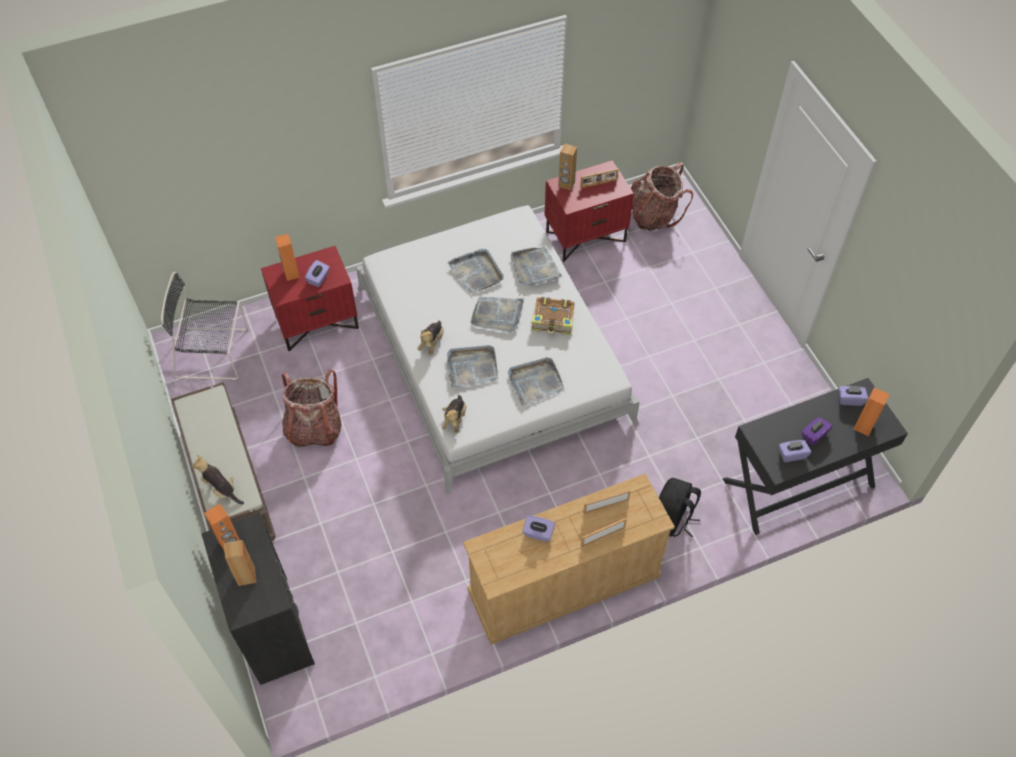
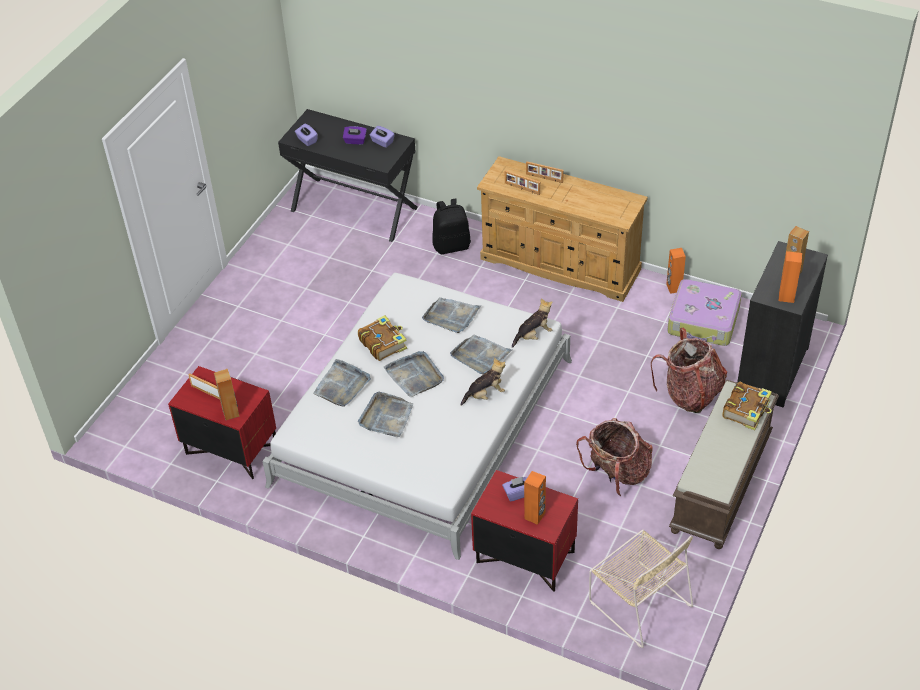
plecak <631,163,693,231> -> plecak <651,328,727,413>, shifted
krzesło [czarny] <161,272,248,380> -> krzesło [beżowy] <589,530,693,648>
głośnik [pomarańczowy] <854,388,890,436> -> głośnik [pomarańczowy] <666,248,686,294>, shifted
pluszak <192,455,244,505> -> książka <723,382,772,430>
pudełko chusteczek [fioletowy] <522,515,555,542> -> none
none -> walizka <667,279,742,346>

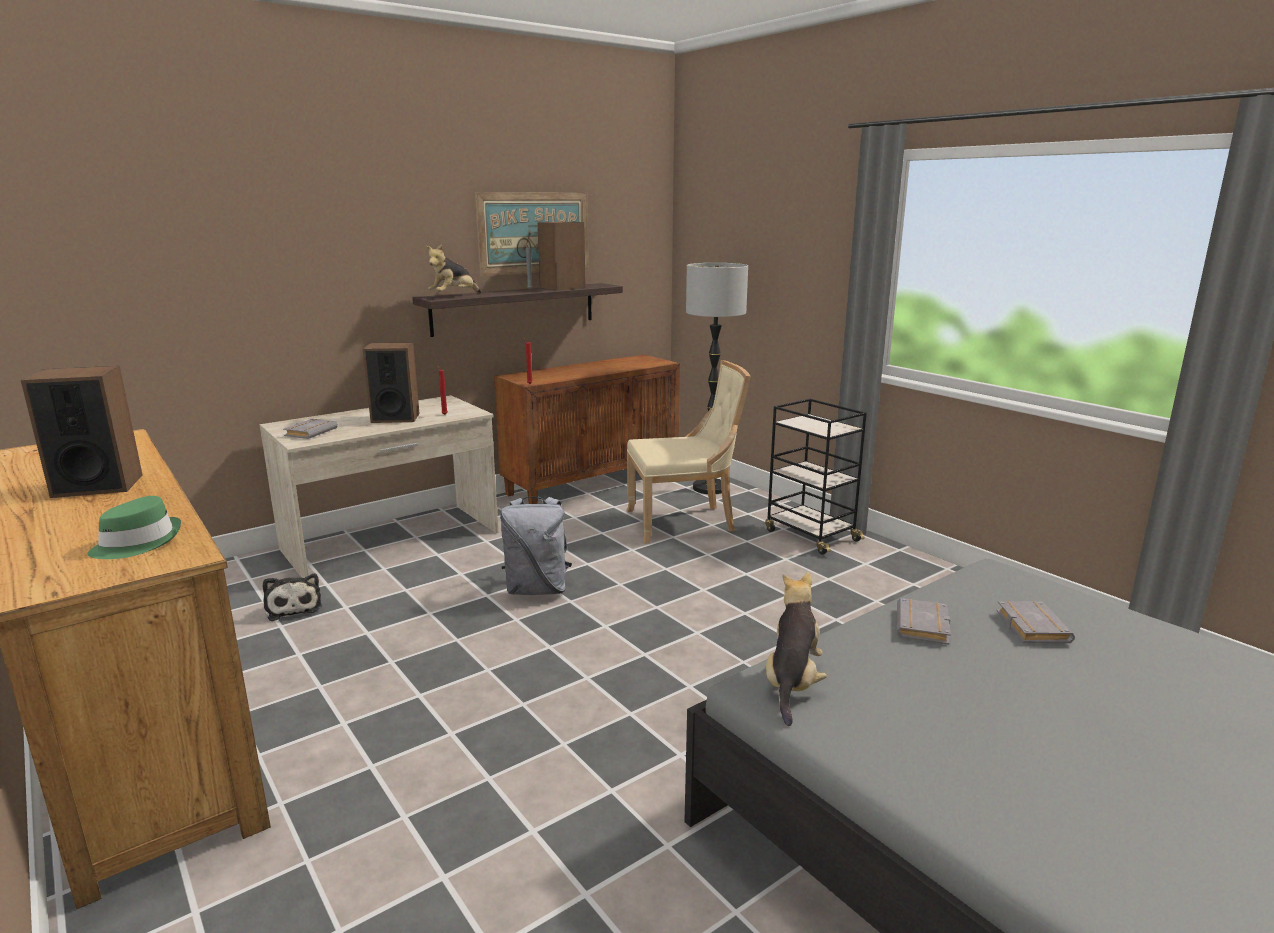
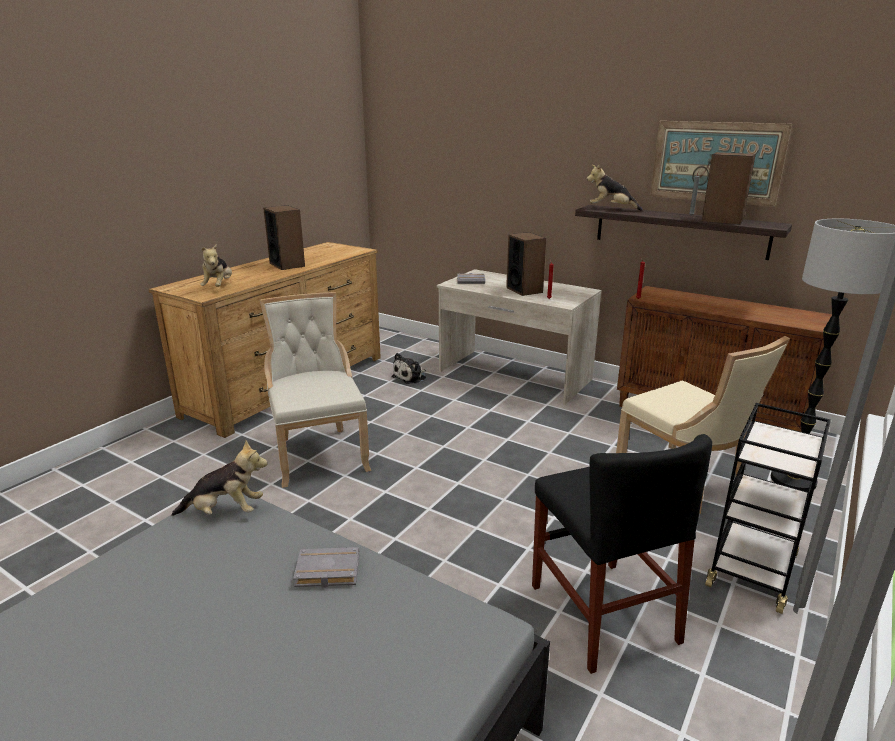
kapelusz [zielony] <87,496,181,559> -> pluszak <200,244,232,287>
plecak [szary] <500,497,572,595> -> none
książka [szary] <996,601,1075,643> -> none
none -> krzesło [beżowy] <260,292,371,488>
none -> krzesło [czarny] <532,434,712,674>

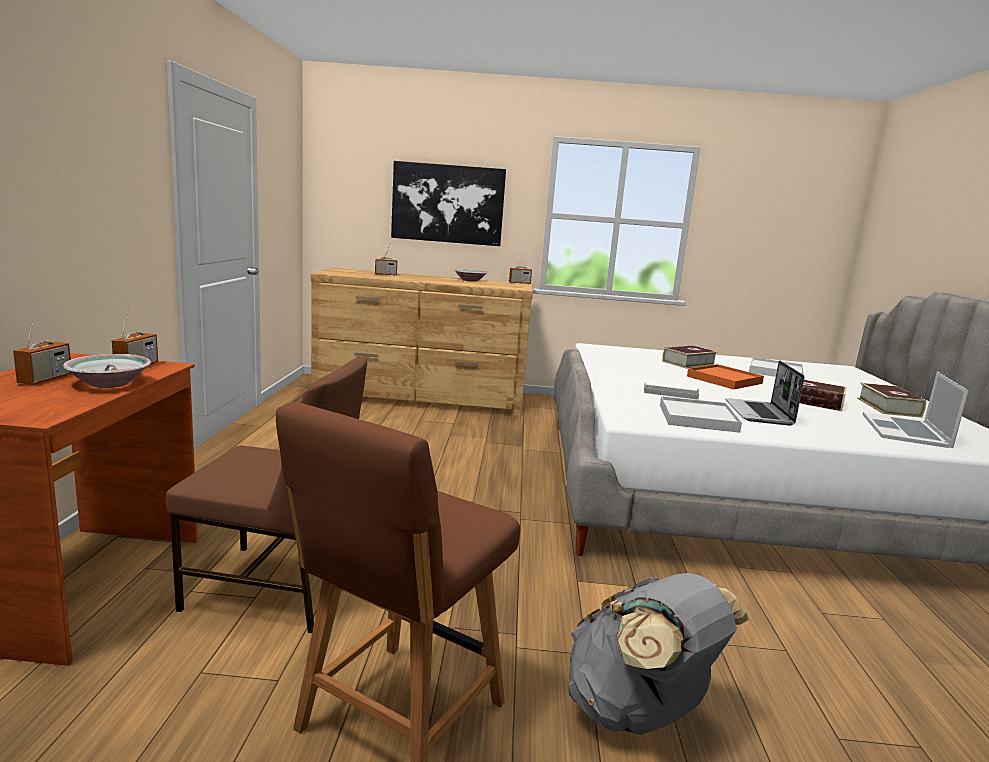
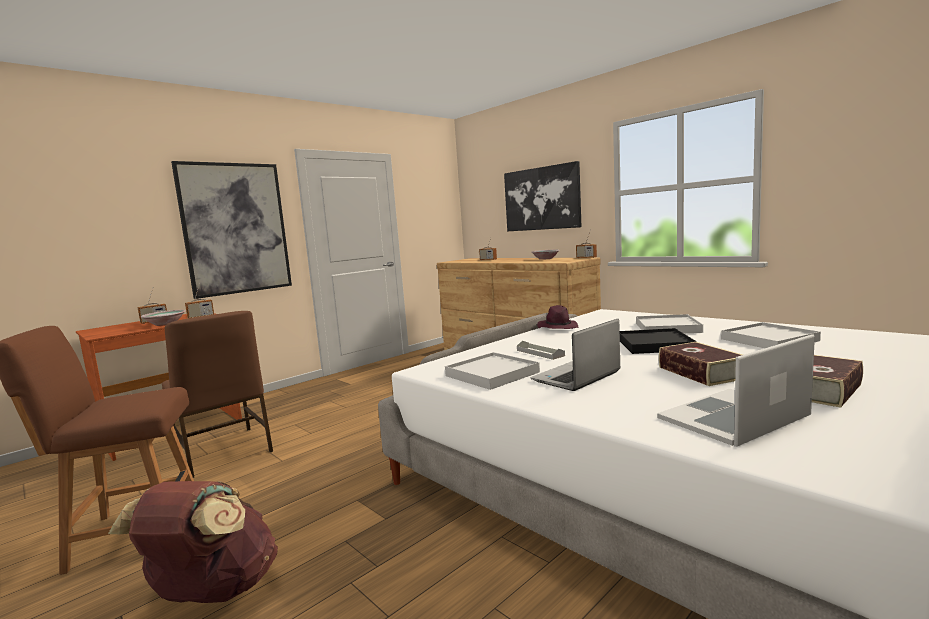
książka <662,346,718,369> -> taca [biały] <636,314,703,333>
taca [pomarańczowy] <687,364,764,389> -> taca [czarny] <620,328,697,354>
plecak [szary] <569,573,749,735> -> plecak [brązowy] <108,481,278,603>
none -> obraz <171,161,292,299>
none -> kapelusz [fioletowy] <537,305,579,329>

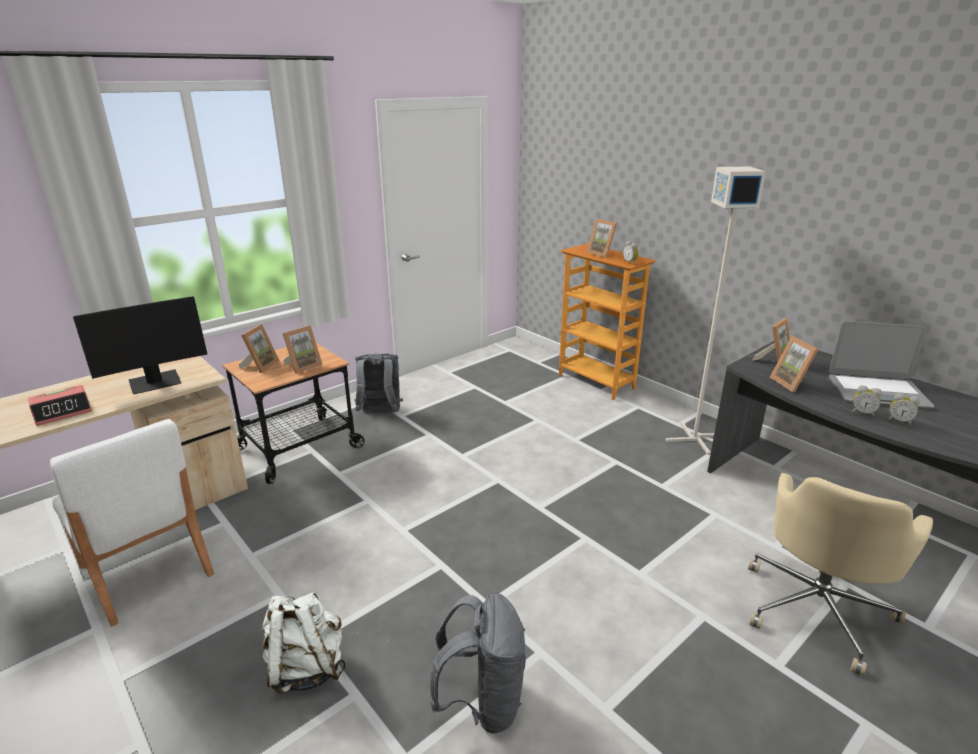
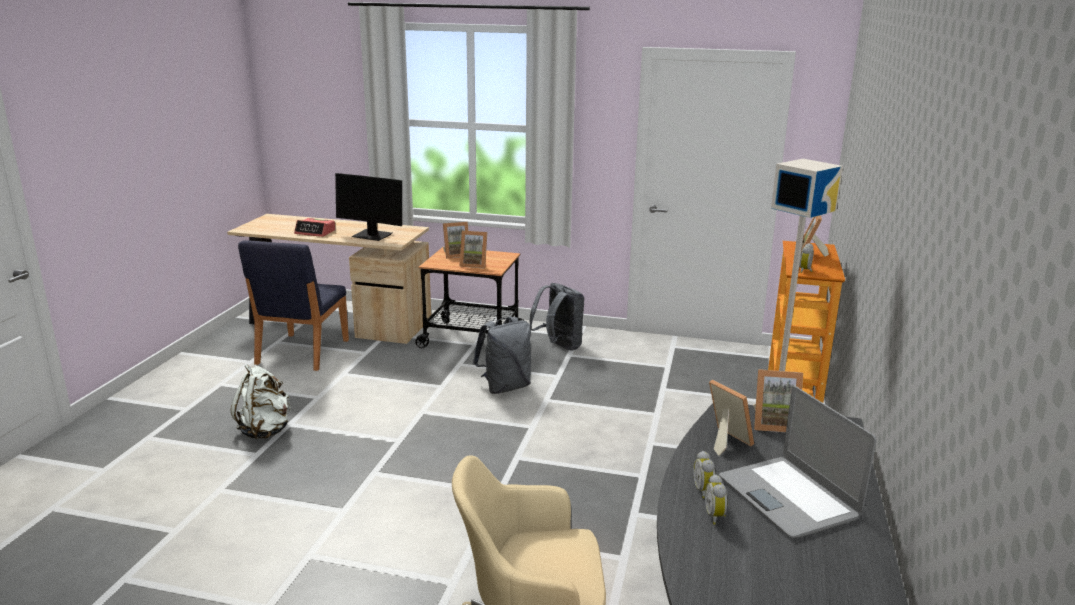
ramka na zdjęcie <770,336,818,392> -> ramka na zdjęcie <709,379,754,456>, 105 degrees clockwise
krzesło [biały] <50,419,214,626> -> krzesło [niebieski] <238,240,349,371>
plecak [szary] <430,593,526,734> -> plecak [szary] <473,317,531,394>, shifted

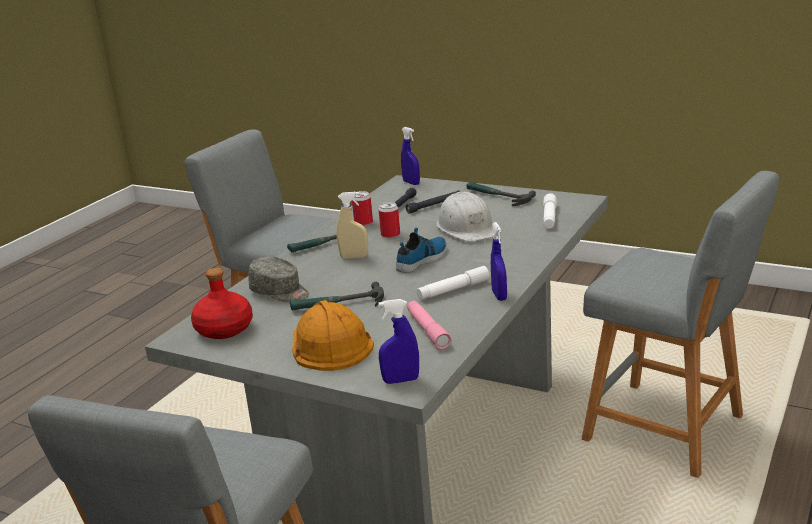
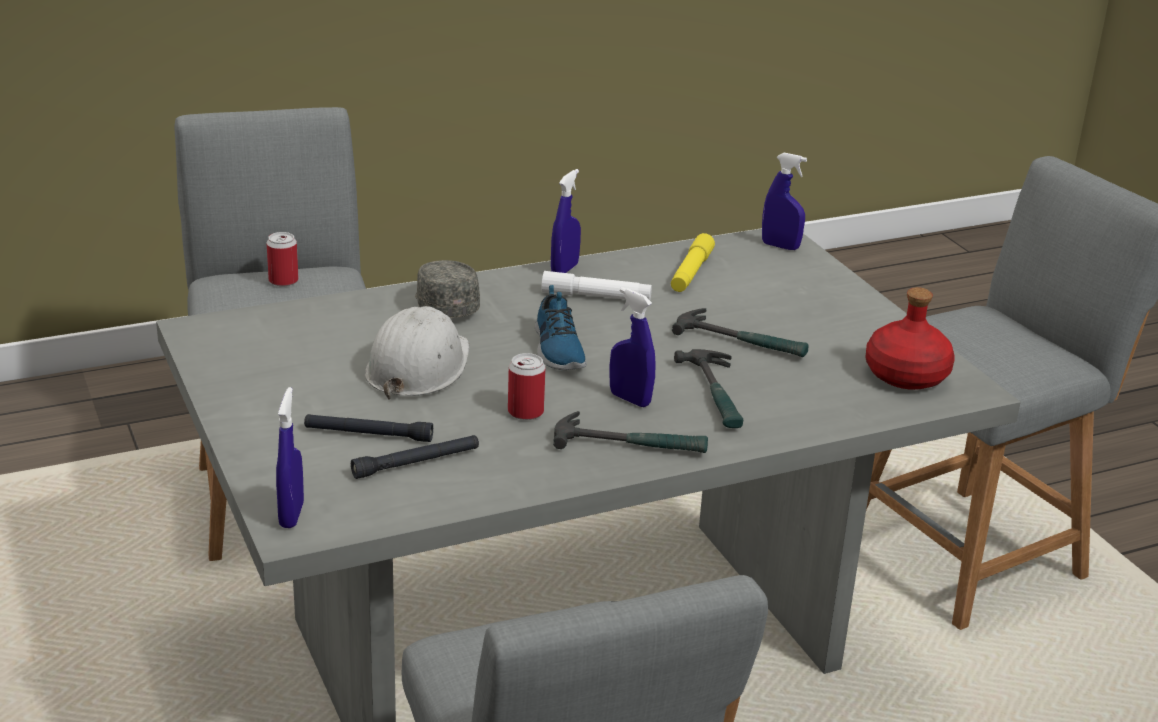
młotek <467,181,536,206> -> młotek <674,349,743,428>, shifted
puszka <352,191,373,226> -> puszka <266,232,299,286>, shifted
spryskiwacz [beżowy] <336,192,368,259> -> spryskiwacz [niebieski] <609,287,656,407>
latarka [biały] <543,193,557,229> -> none
but <396,227,447,273> -> but <535,285,587,370>, 90 degrees counterclockwise
czapka z daszkiem [szary] <248,256,309,302> -> czapka z daszkiem [szary] <415,260,480,318>, shifted
kask [pomarańczowy] <292,300,374,371> -> none
latarka [różowy] <407,301,451,349> -> latarka [żółty] <671,233,715,292>

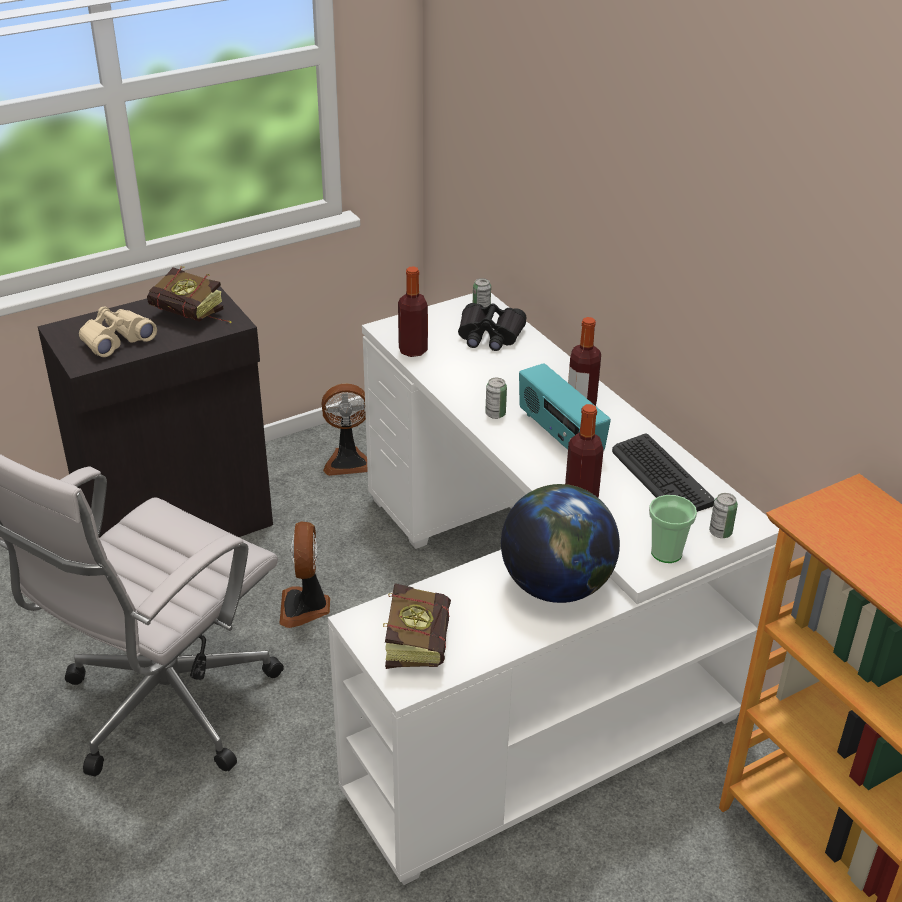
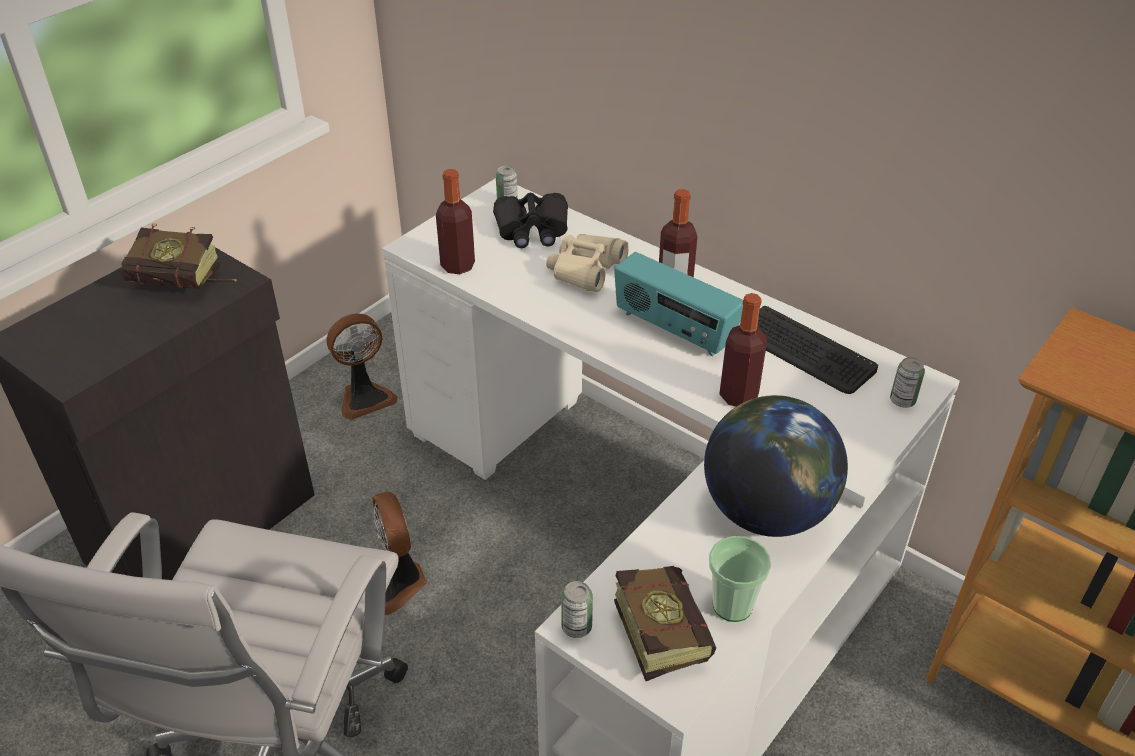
lornetka [beżowy] <79,306,157,357> -> lornetka [beżowy] <546,234,629,292>, shifted
puszka <485,378,507,419> -> puszka <561,581,593,638>, shifted
filiżanka <649,495,697,563> -> filiżanka <709,536,771,622>, shifted

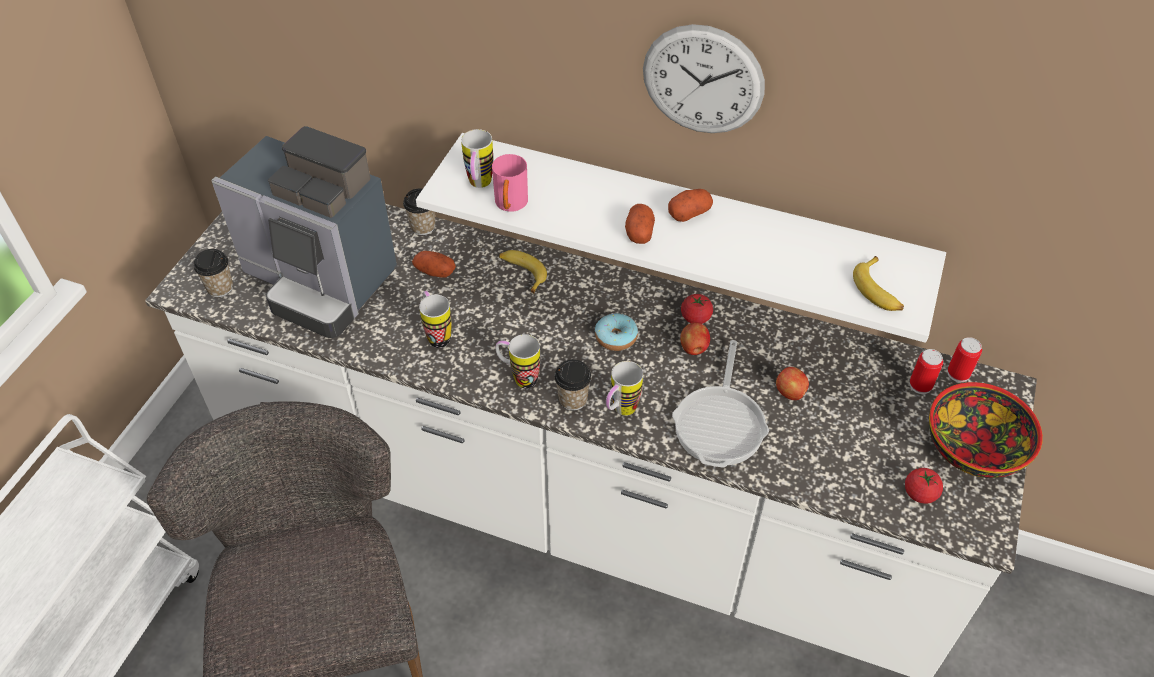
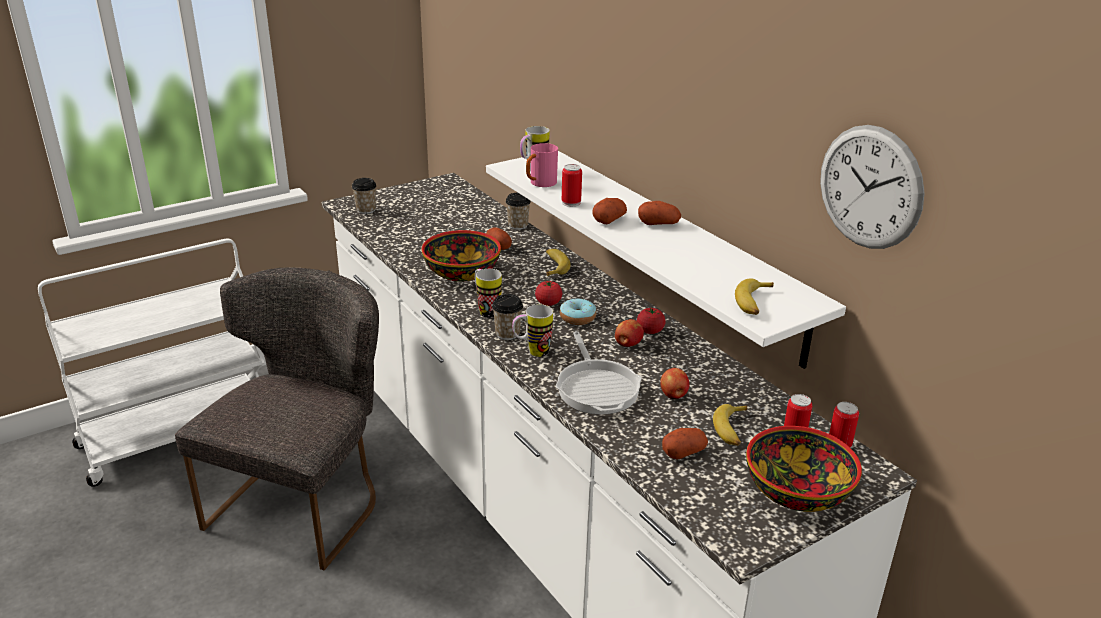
zegar ścienny <643,24,765,133> -> zegar ścienny <820,125,925,249>, shifted
ekspres do kawy <212,126,397,338> -> none
kubek <419,291,452,348> -> miska <422,230,501,282>
patelnia <672,340,769,468> -> patelnia <556,331,642,415>, 60 degrees counterclockwise
pomidor <905,468,943,504> -> pomidor <535,281,562,306>, shifted
none -> puszka <562,164,582,207>
none -> banan <713,404,747,446>
none -> ziemniak <662,428,708,460>

